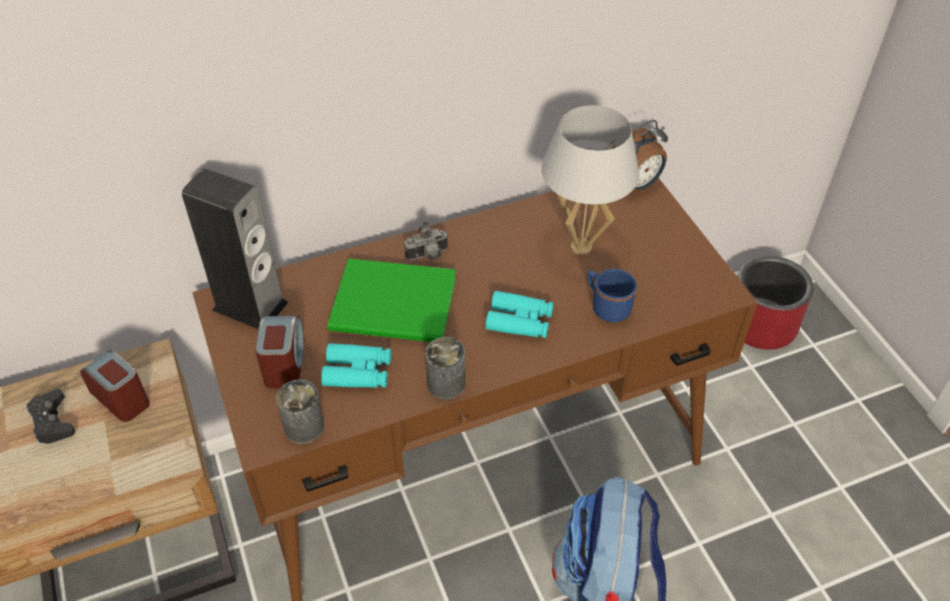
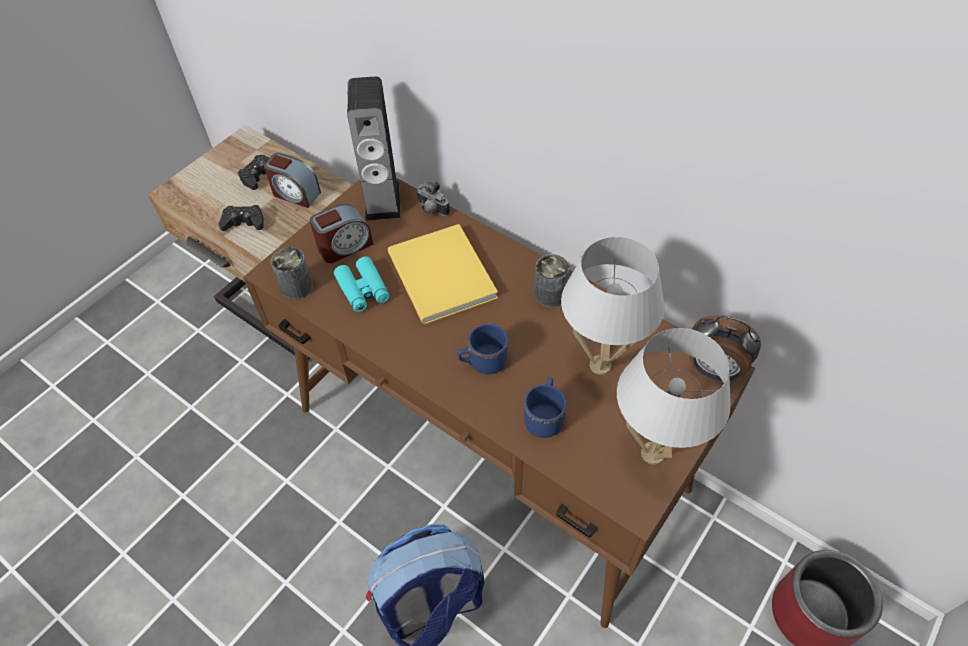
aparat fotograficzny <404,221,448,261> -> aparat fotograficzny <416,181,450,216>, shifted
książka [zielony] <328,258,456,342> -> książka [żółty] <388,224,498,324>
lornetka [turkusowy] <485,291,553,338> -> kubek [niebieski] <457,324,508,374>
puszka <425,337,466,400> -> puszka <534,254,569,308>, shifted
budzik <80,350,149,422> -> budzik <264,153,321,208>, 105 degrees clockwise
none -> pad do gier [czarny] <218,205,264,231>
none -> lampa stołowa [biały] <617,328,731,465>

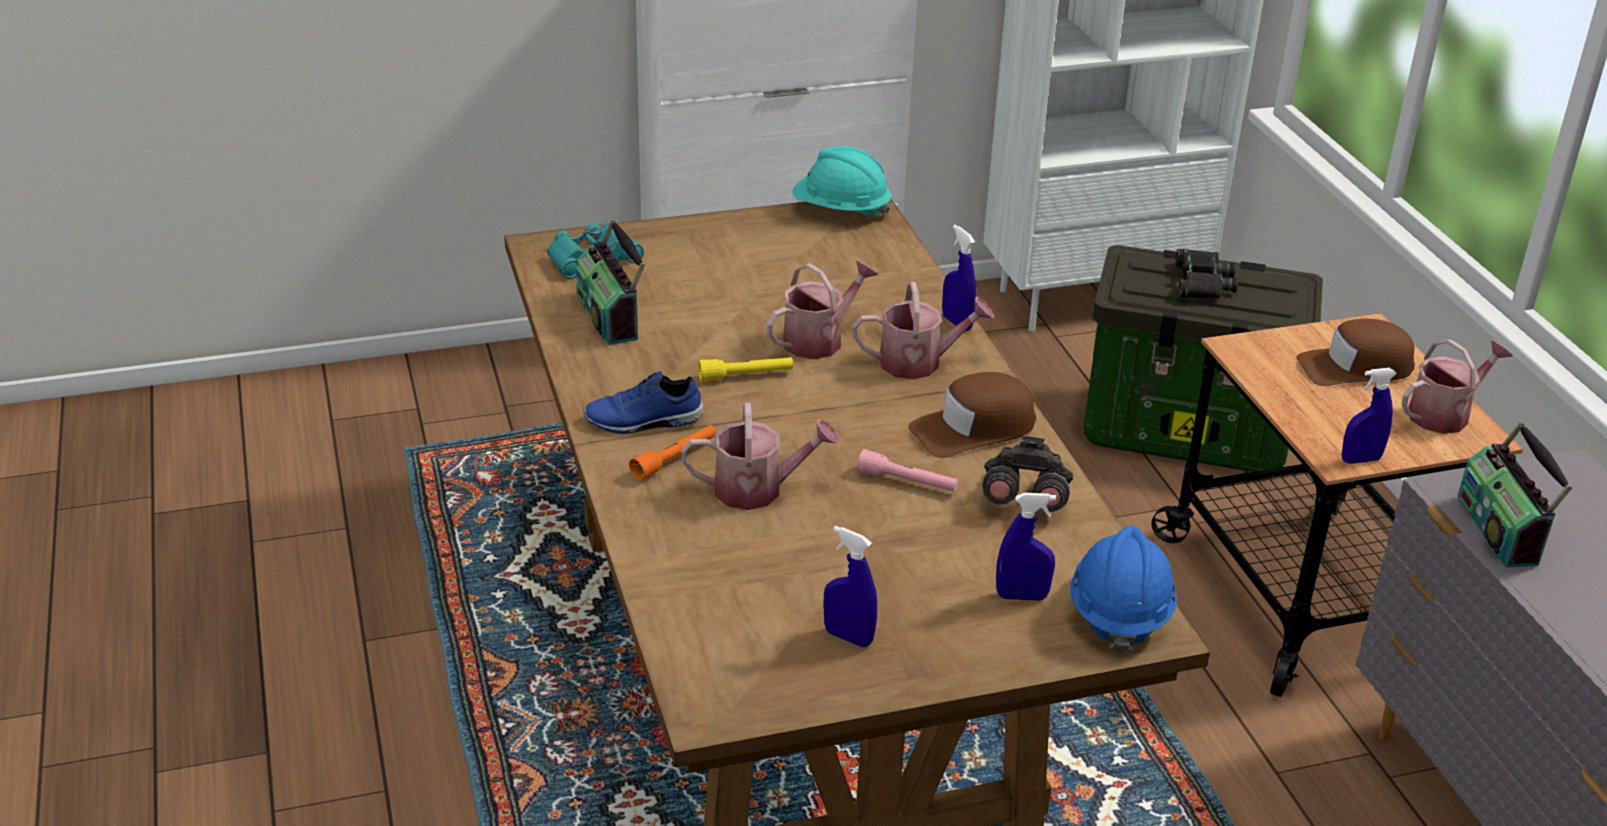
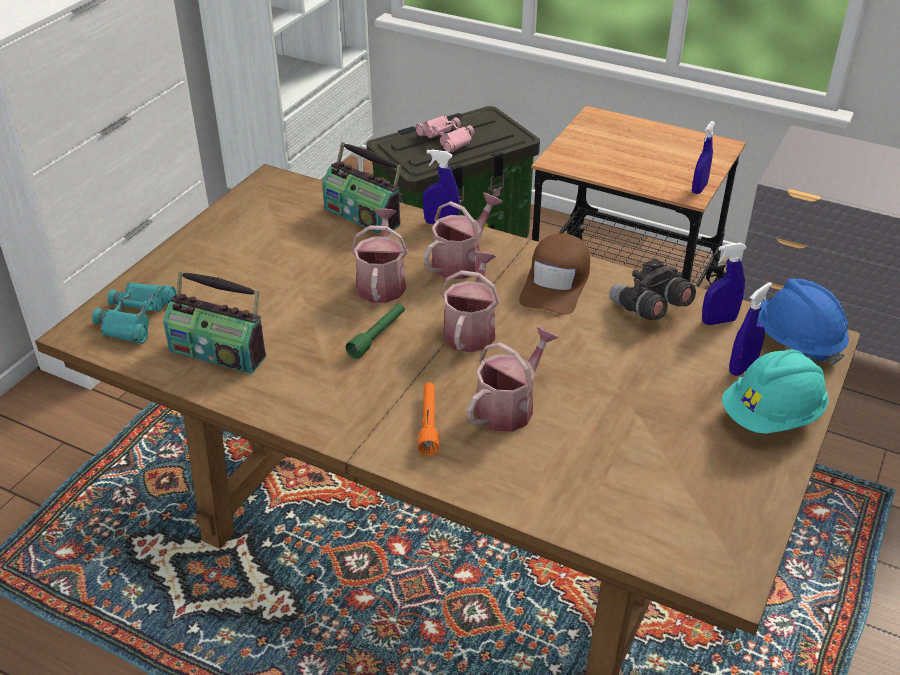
kask [turkusowy] <792,146,892,218> -> kask [turkusowy] <722,350,828,434>, shifted
lornetka [czarny] <1175,249,1238,298> -> lornetka [różowy] <416,115,474,153>
czapka z daszkiem [brązowy] <1296,319,1415,386> -> none
konewka <1402,339,1512,434> -> konewka <441,251,500,353>, shifted
latarka [żółty] <698,357,793,382> -> latarka [zielony] <346,304,405,359>
but [niebieski] <584,371,704,434> -> none
radio <1457,422,1572,568> -> radio <322,142,402,234>, shifted
latarka [różowy] <857,449,958,492> -> none
spryskiwacz [niebieski] <823,526,877,647> -> spryskiwacz [niebieski] <702,243,747,325>, shifted

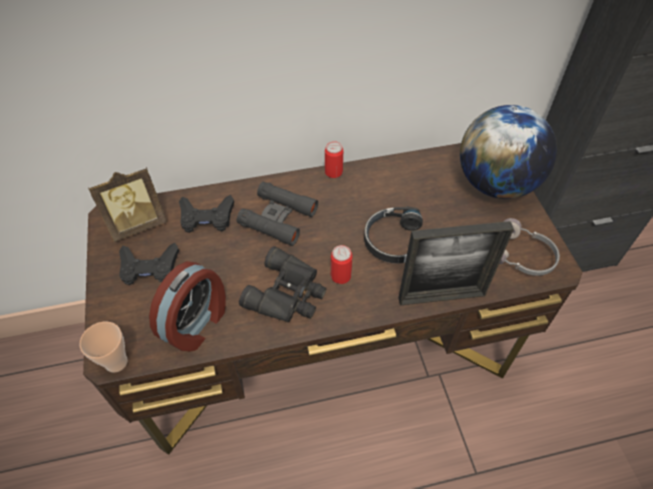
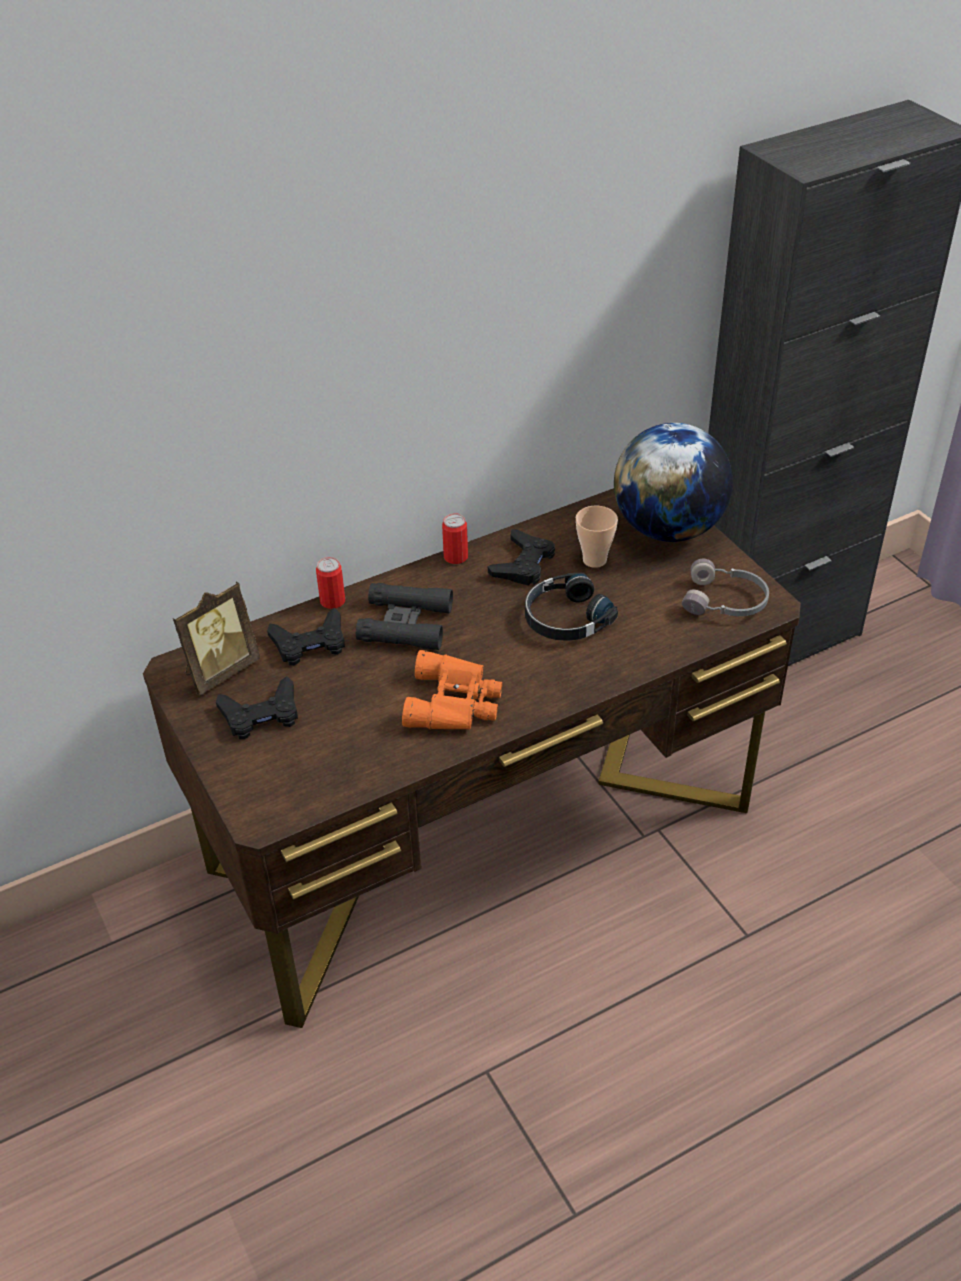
ramka na zdjęcie <398,221,514,305> -> none
puszka <331,245,353,284> -> puszka <316,557,345,609>, shifted
lornetka [czarny] <239,246,326,322> -> lornetka [pomarańczowy] <402,650,502,730>
budzik <149,261,226,351> -> none
filiżanka <80,322,128,372> -> filiżanka <576,506,618,568>, shifted
none -> pad do gier [czarny] <488,529,555,585>

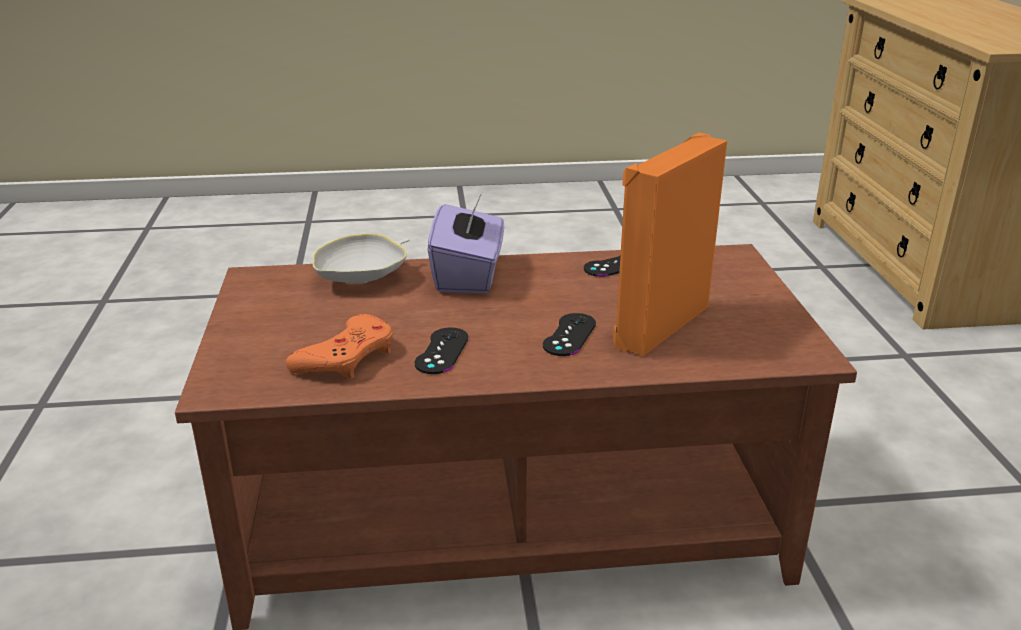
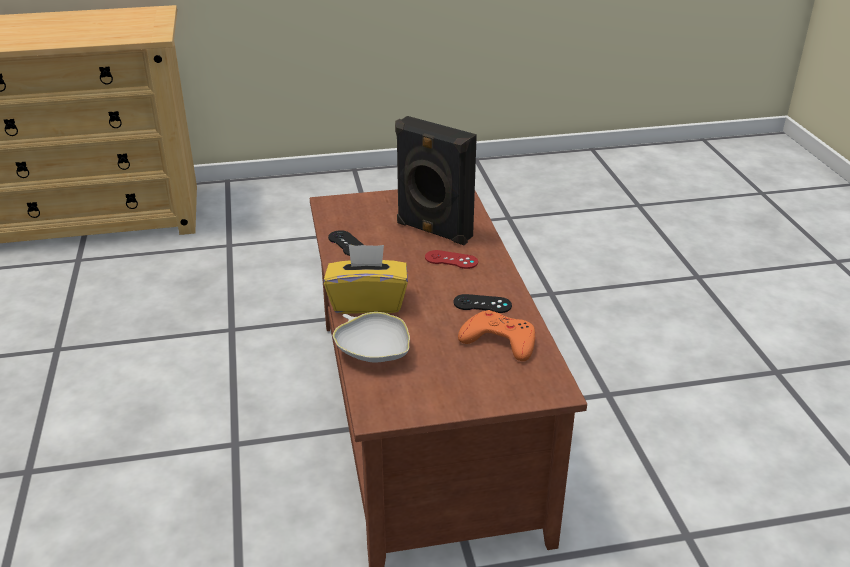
głośnik [pomarańczowy] <613,133,727,356> -> głośnik [czarny] <395,116,477,245>
pudełko chusteczek [fioletowy] <428,193,504,293> -> pudełko chusteczek [żółty] <324,244,408,314>
pad do gier [czarny] <543,313,596,356> -> pad do gier [czerwony] <425,250,478,269>

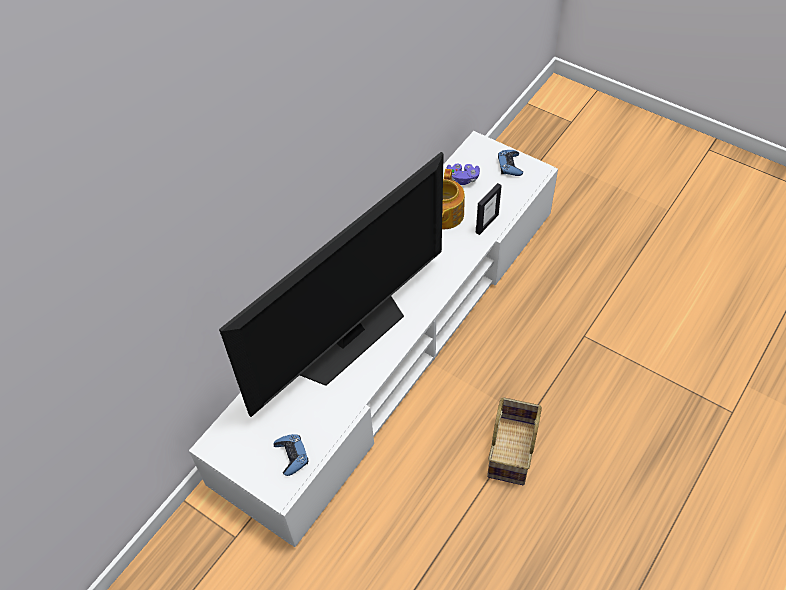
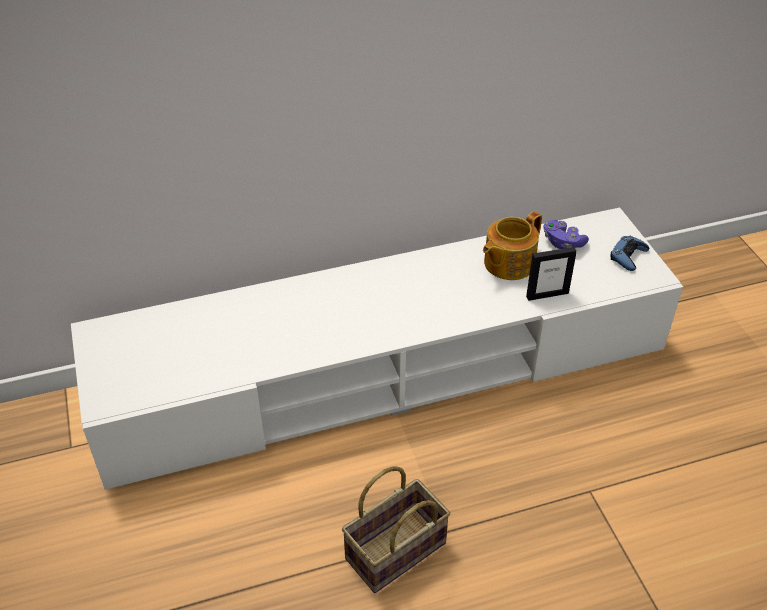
telewizor <219,152,444,417> -> none
pad do gier [niebieski] <273,434,308,476> -> none

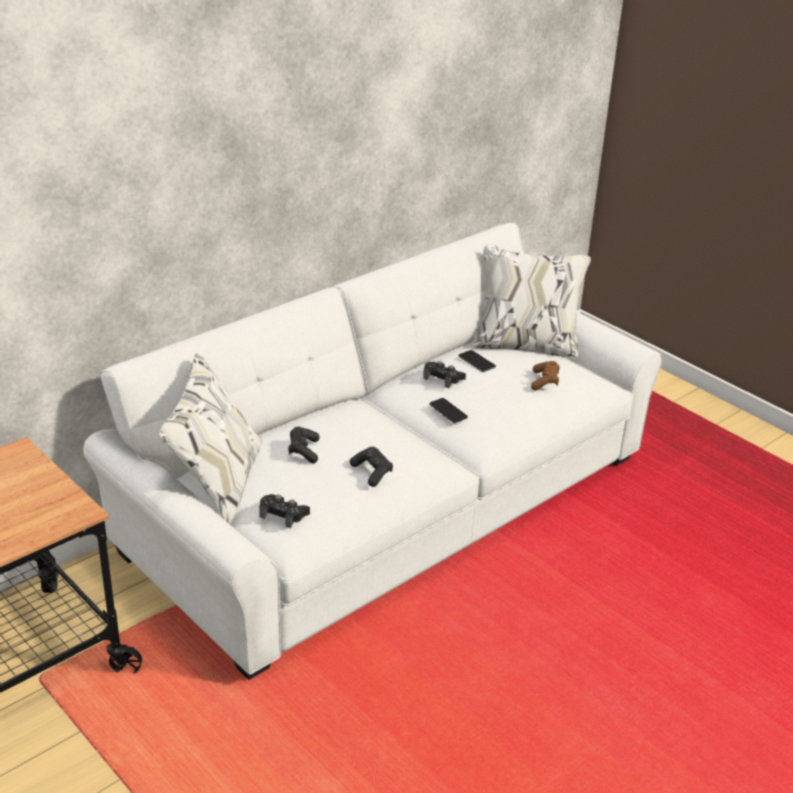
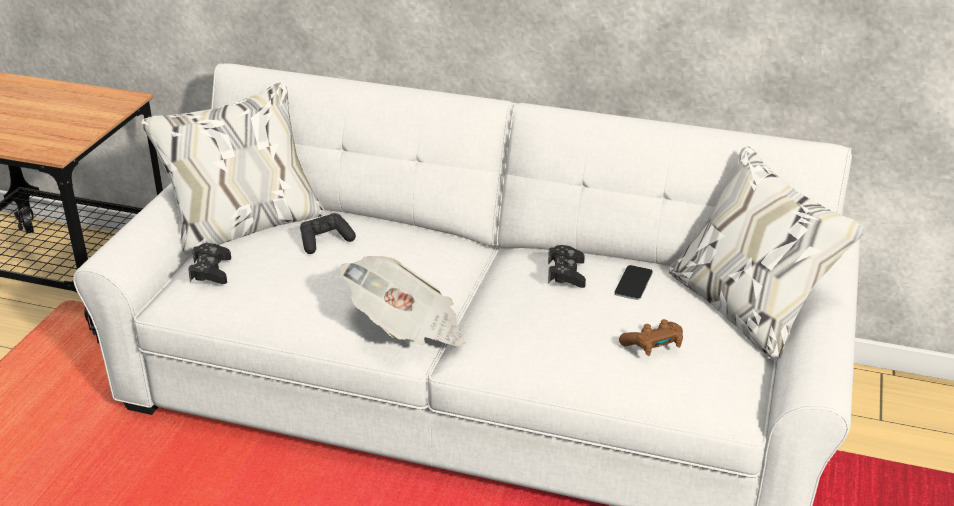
telefon <430,398,468,423> -> none
pad do gier [czarny] <350,447,393,487> -> none
none -> gazeta <340,256,466,346>

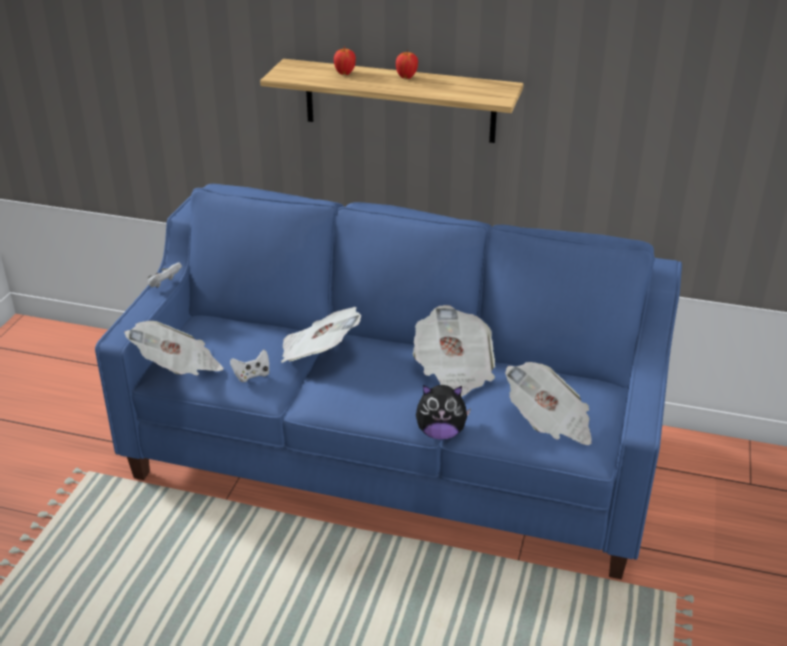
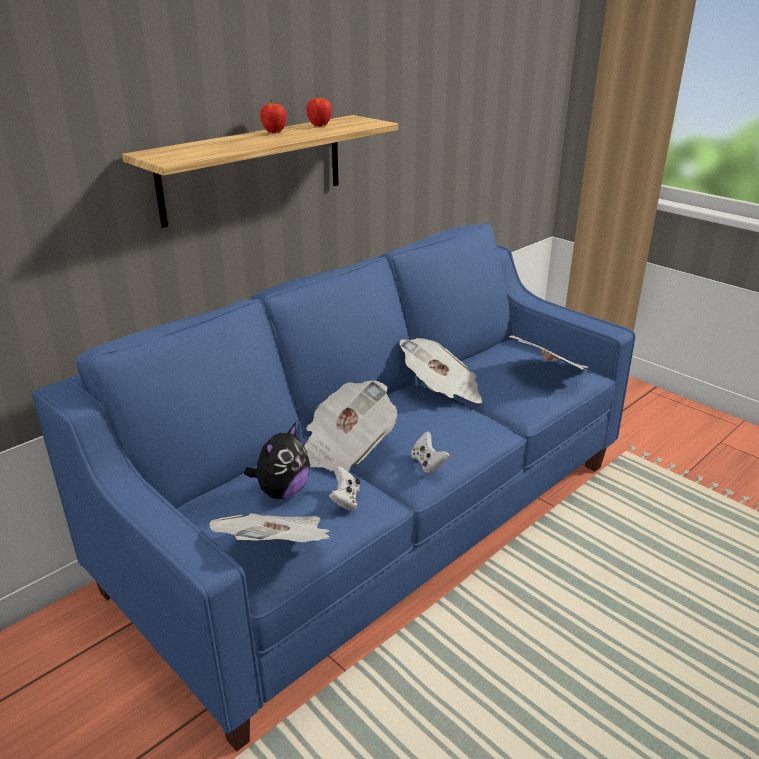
jabłko <334,46,356,75> -> jabłko <307,95,332,127>, shifted
pad do gier [biały] <148,262,182,288> -> pad do gier [biały] <411,432,450,473>, shifted
pluszak <416,385,471,440> -> pluszak <244,423,310,499>, shifted

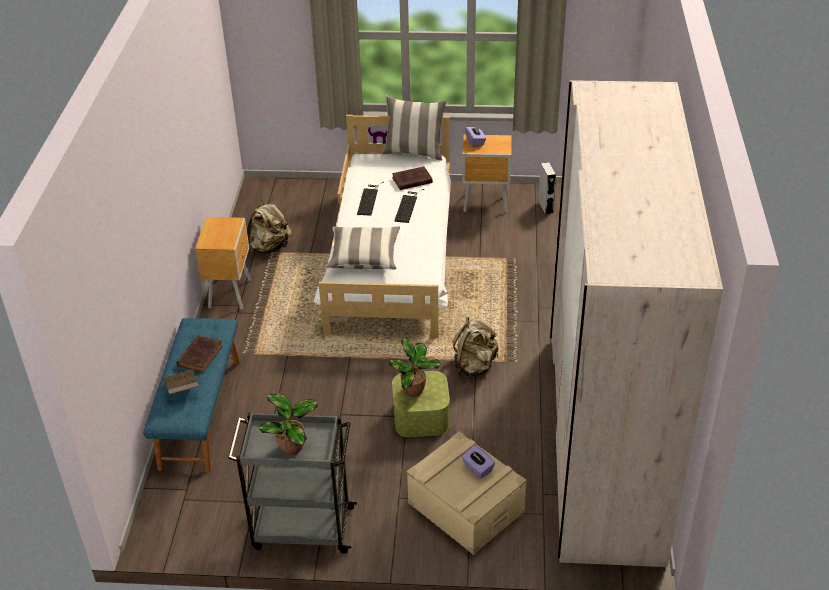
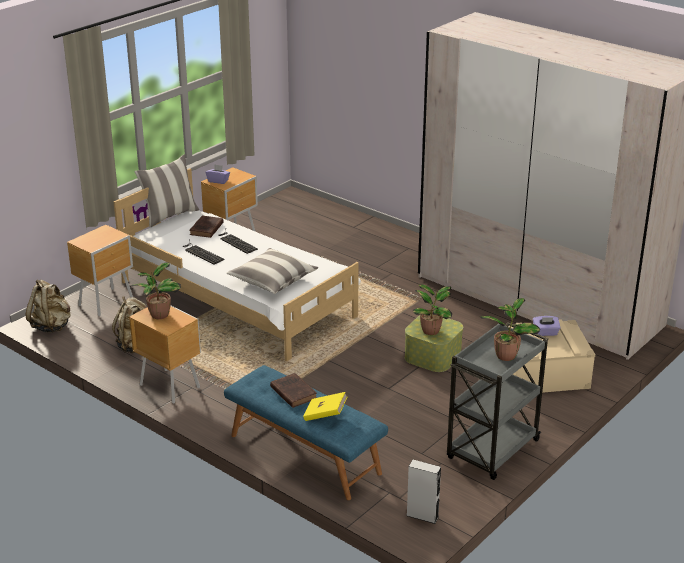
głośnik [szary] <538,162,556,215> -> głośnik [szary] <406,460,441,524>, shifted
plecak [beżowy] <453,317,499,378> -> plecak [beżowy] <26,280,71,332>, shifted
książka [brązowy] <163,370,199,395> -> książka [żółty] <303,392,348,421>
none -> szafka nocna [brązowy] <67,225,133,316>
none -> roślina doniczkowa <131,262,181,319>

